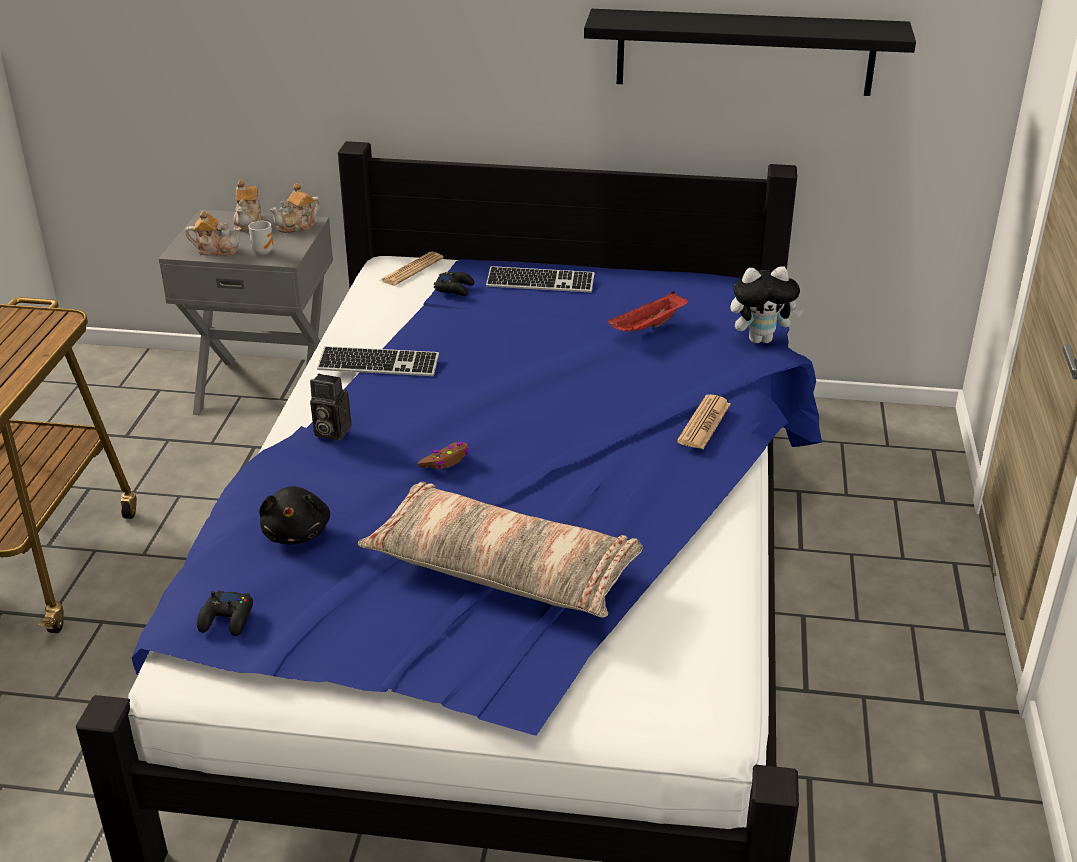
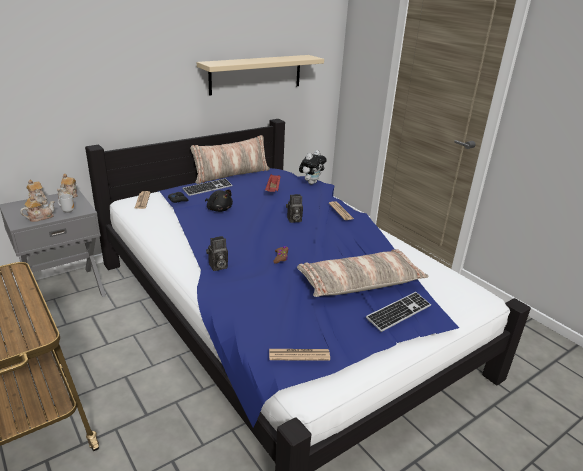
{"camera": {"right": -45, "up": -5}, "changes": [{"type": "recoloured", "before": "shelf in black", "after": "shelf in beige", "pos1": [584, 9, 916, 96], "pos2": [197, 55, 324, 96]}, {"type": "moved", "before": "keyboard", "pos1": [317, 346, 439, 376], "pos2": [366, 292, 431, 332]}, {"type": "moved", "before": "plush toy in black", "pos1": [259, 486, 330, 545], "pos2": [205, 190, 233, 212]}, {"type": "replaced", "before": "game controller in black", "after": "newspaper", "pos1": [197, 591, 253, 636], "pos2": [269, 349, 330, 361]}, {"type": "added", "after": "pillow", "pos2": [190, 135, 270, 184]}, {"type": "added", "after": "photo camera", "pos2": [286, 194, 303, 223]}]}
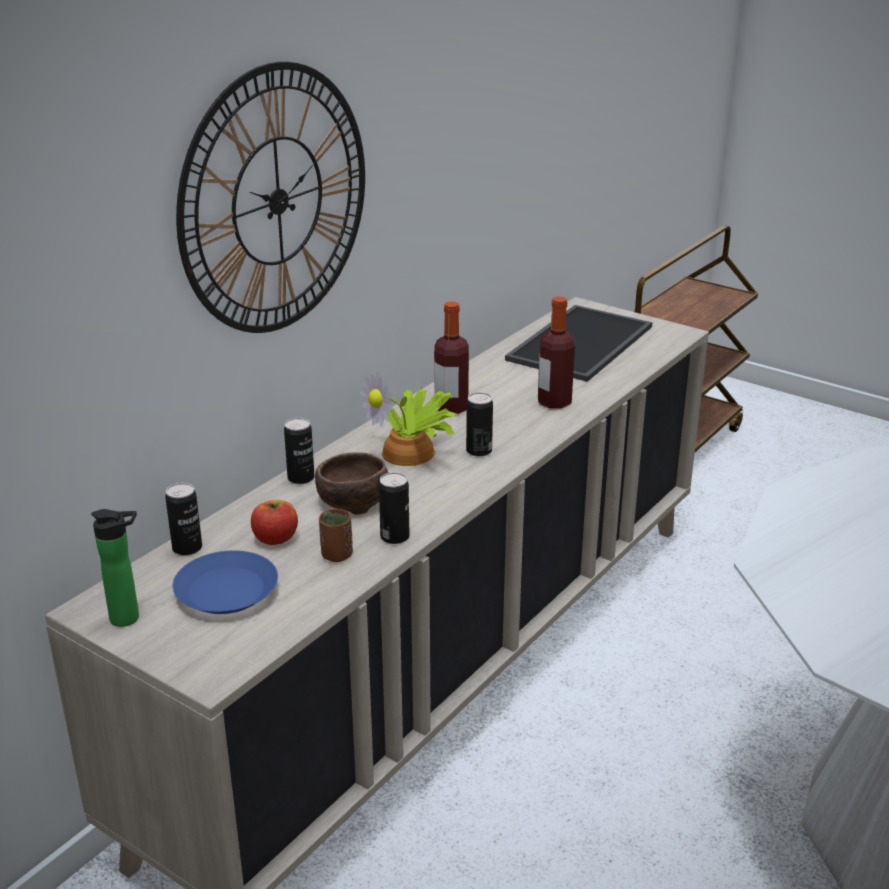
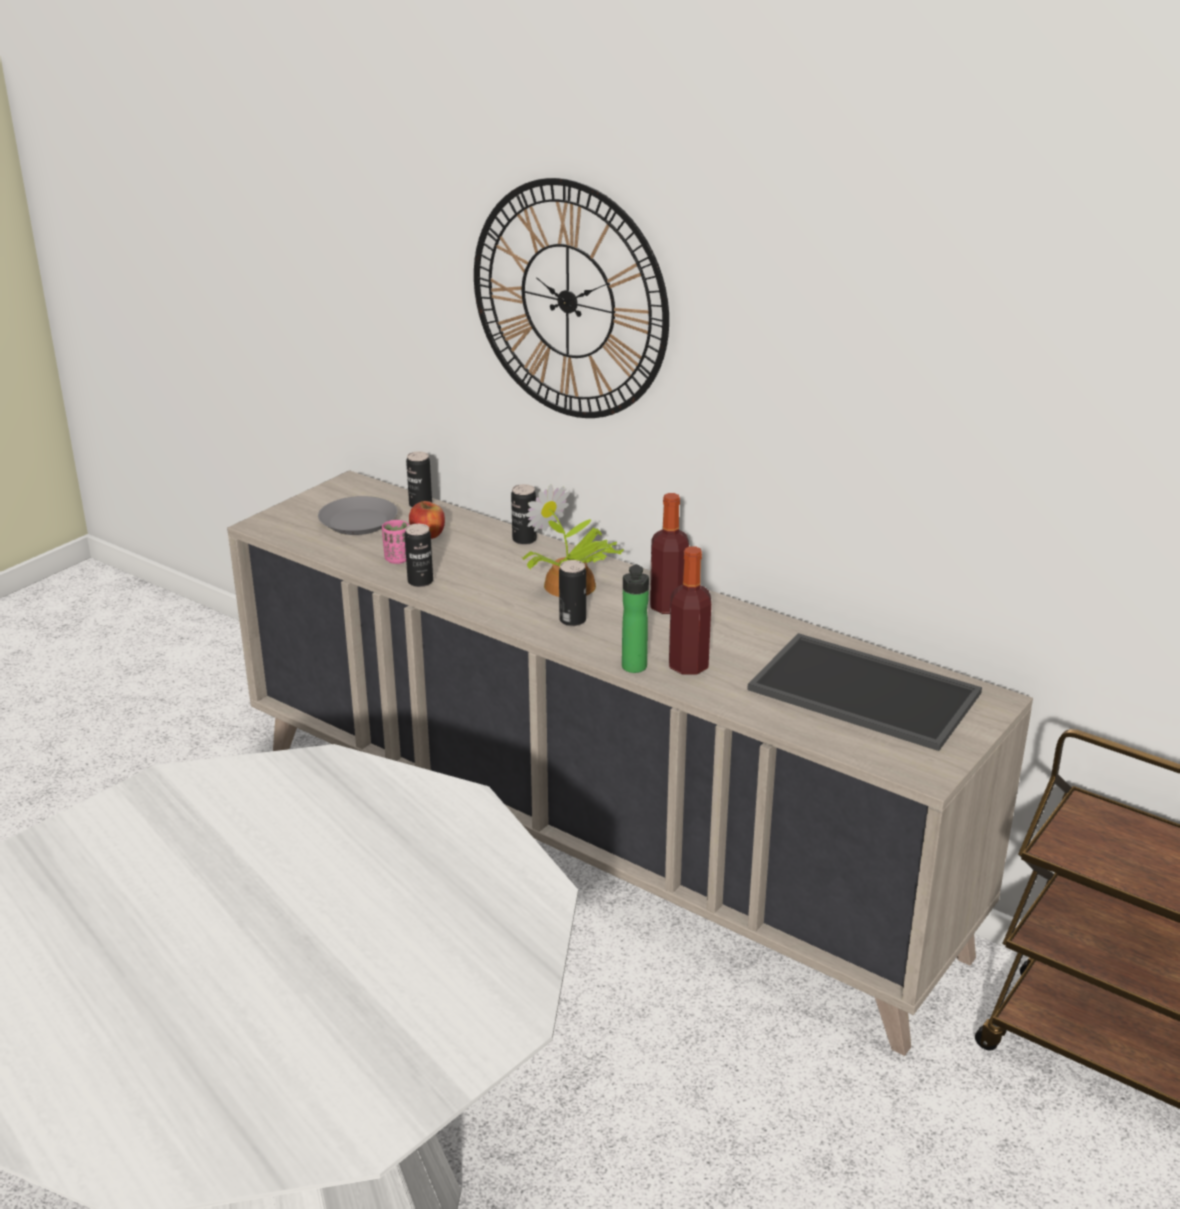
{"camera": {"right": 90, "up": 0}, "changes": [{"type": "removed", "before": "bowl in brown", "pos1": [315, 452, 388, 514]}, {"type": "moved", "before": "bottle", "pos1": [91, 509, 139, 627], "pos2": [622, 564, 649, 673]}, {"type": "recoloured", "before": "cup in brown", "after": "cup in pink", "pos1": [319, 509, 353, 562], "pos2": [382, 520, 409, 564]}, {"type": "recoloured", "before": "plate in blue", "after": "plate in grey", "pos1": [173, 550, 278, 614], "pos2": [318, 496, 398, 535]}]}
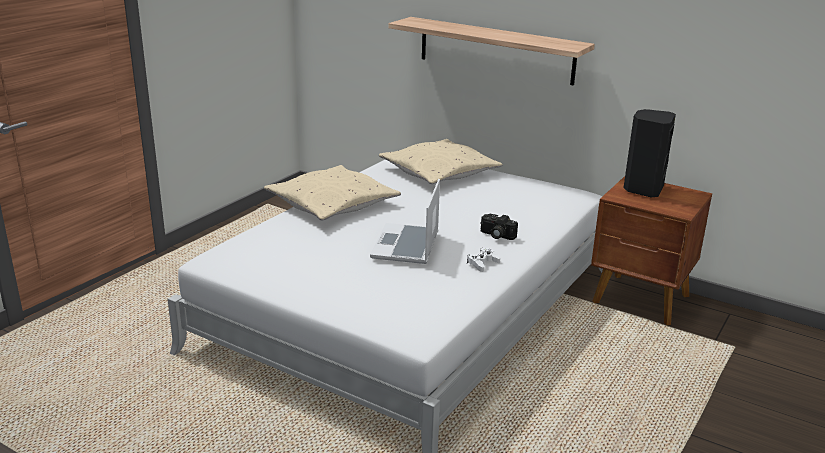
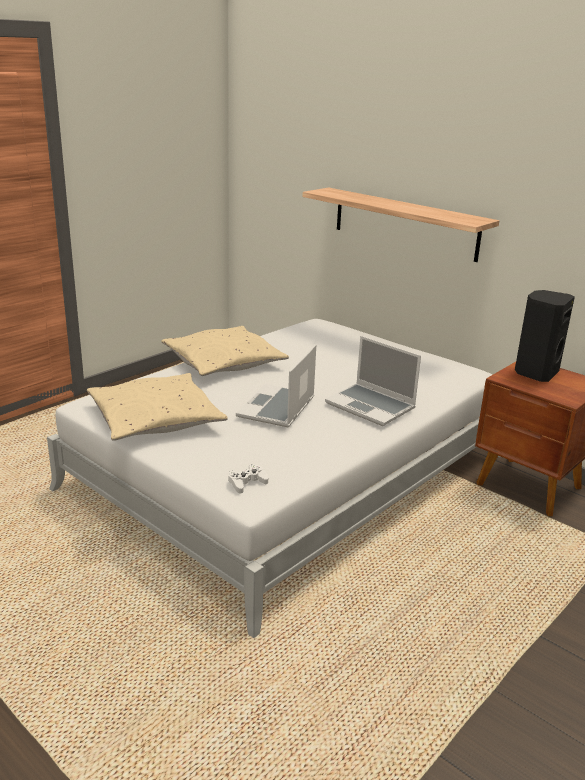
{"camera": {"right": 10, "up": 0}, "changes": [{"type": "moved", "before": "pillow in beige", "pos1": [379, 139, 502, 184], "pos2": [87, 373, 228, 441]}, {"type": "replaced", "before": "photo camera", "after": "laptop", "pos1": [480, 214, 518, 240], "pos2": [325, 336, 421, 426]}, {"type": "moved", "before": "game controller in white", "pos1": [467, 248, 500, 272], "pos2": [229, 464, 268, 494]}]}
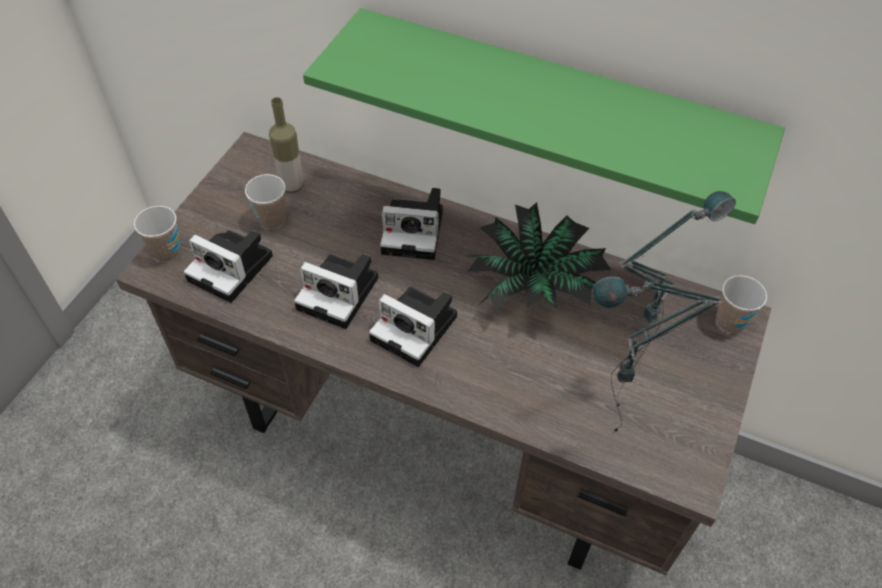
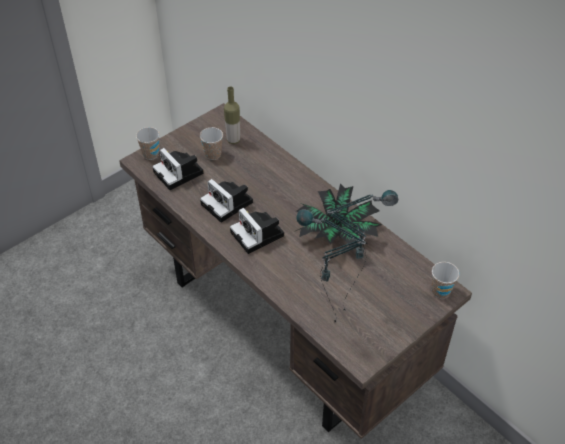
{"camera": {"right": 25, "up": -5}, "changes": [{"type": "removed", "before": "shelf in green", "pos1": [303, 8, 785, 224]}, {"type": "removed", "before": "photo camera", "pos1": [380, 188, 443, 260]}]}
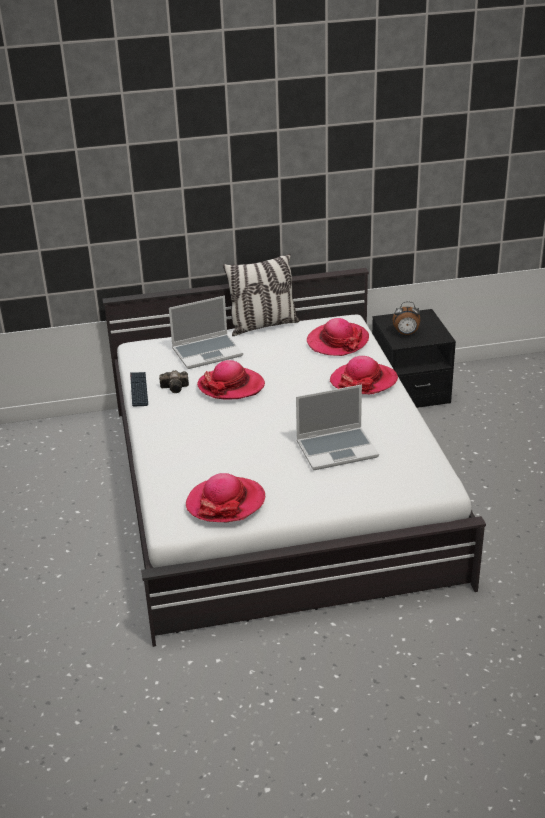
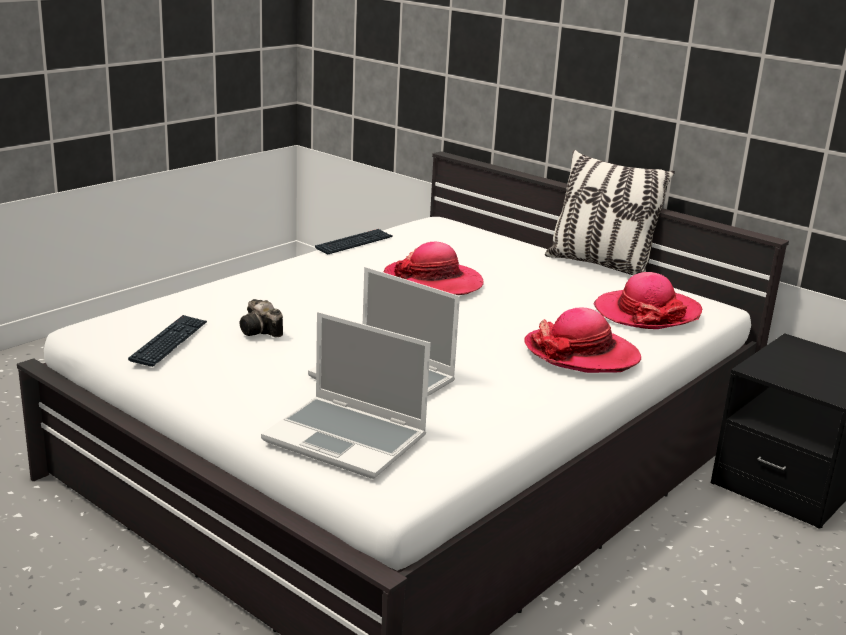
{"camera": {"right": 50, "up": -10}, "changes": [{"type": "moved", "before": "laptop", "pos1": [169, 296, 243, 369], "pos2": [261, 312, 431, 479]}, {"type": "removed", "before": "alarm clock", "pos1": [393, 301, 420, 335]}, {"type": "moved", "before": "photo camera", "pos1": [159, 370, 189, 393], "pos2": [239, 299, 283, 337]}, {"type": "replaced", "before": "hat", "after": "keyboard", "pos1": [186, 473, 265, 522], "pos2": [128, 315, 207, 367]}]}
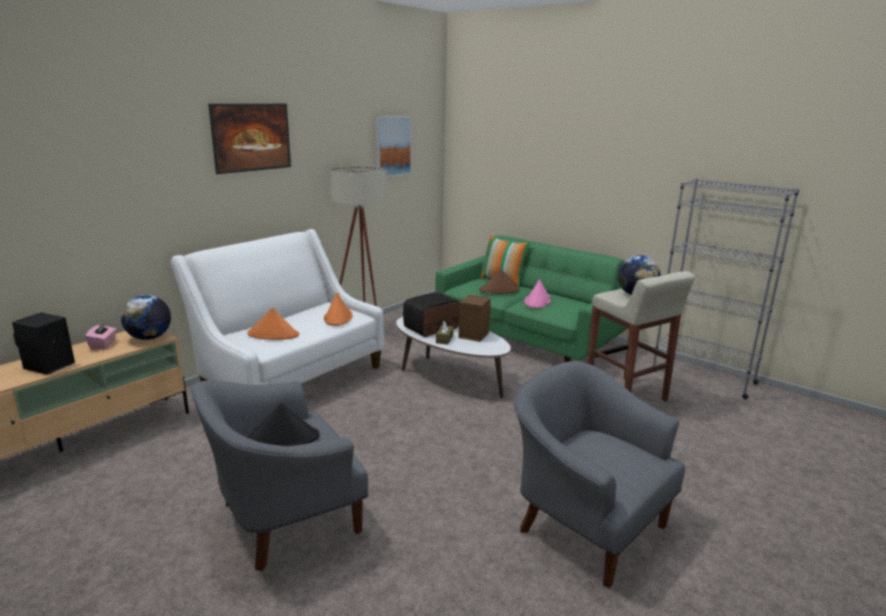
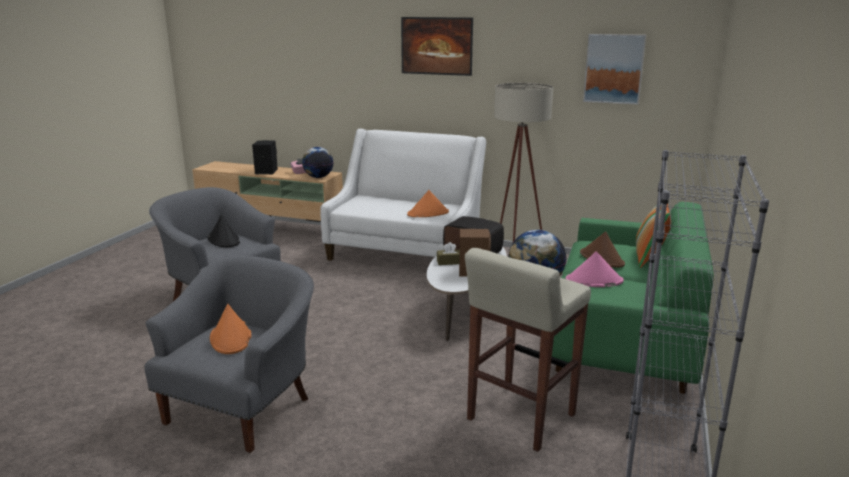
{"camera": {"right": 70, "up": 0}, "changes": [{"type": "moved", "before": "hat in orange", "pos1": [247, 308, 299, 340], "pos2": [210, 304, 251, 354]}]}
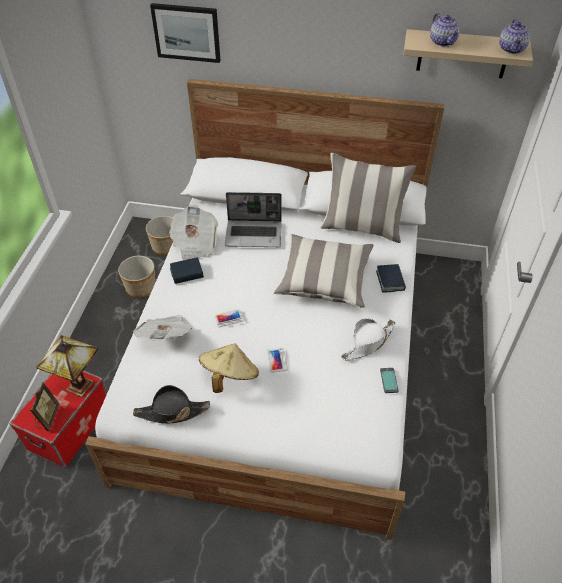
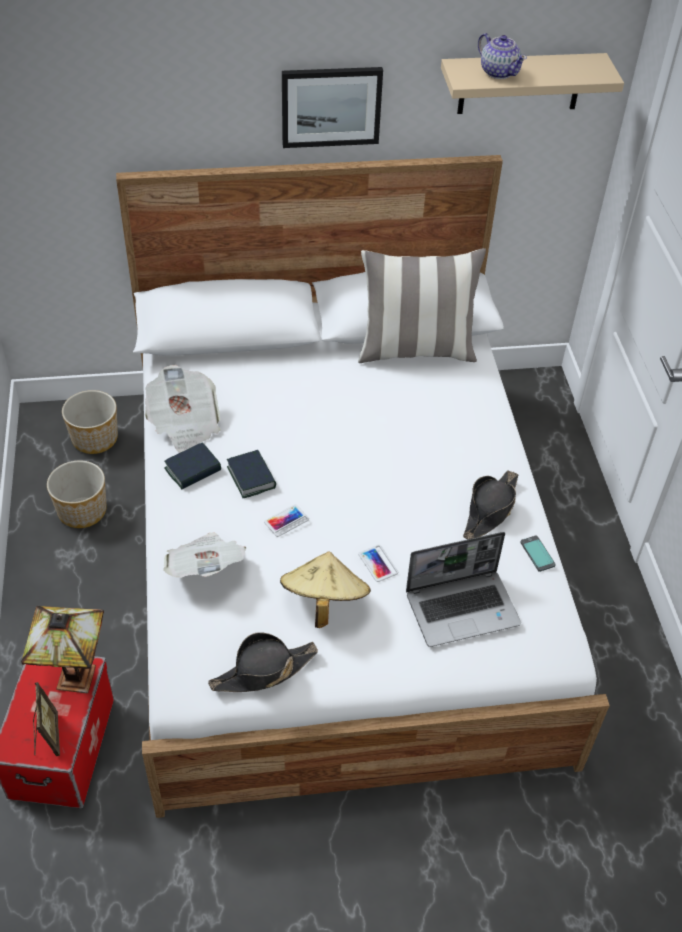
{"camera": {"right": -20, "up": 0}, "changes": [{"type": "moved", "before": "picture", "pos1": [150, 3, 220, 63], "pos2": [282, 67, 383, 148]}, {"type": "removed", "before": "teapot", "pos1": [499, 19, 530, 54]}, {"type": "moved", "before": "laptop", "pos1": [225, 192, 282, 247], "pos2": [406, 532, 521, 647]}, {"type": "removed", "before": "pillow", "pos1": [273, 234, 374, 308]}, {"type": "moved", "before": "book", "pos1": [376, 264, 406, 293], "pos2": [227, 450, 276, 498]}, {"type": "recoloured", "before": "hat in white", "after": "hat in black", "pos1": [341, 319, 396, 360], "pos2": [463, 470, 519, 539]}]}
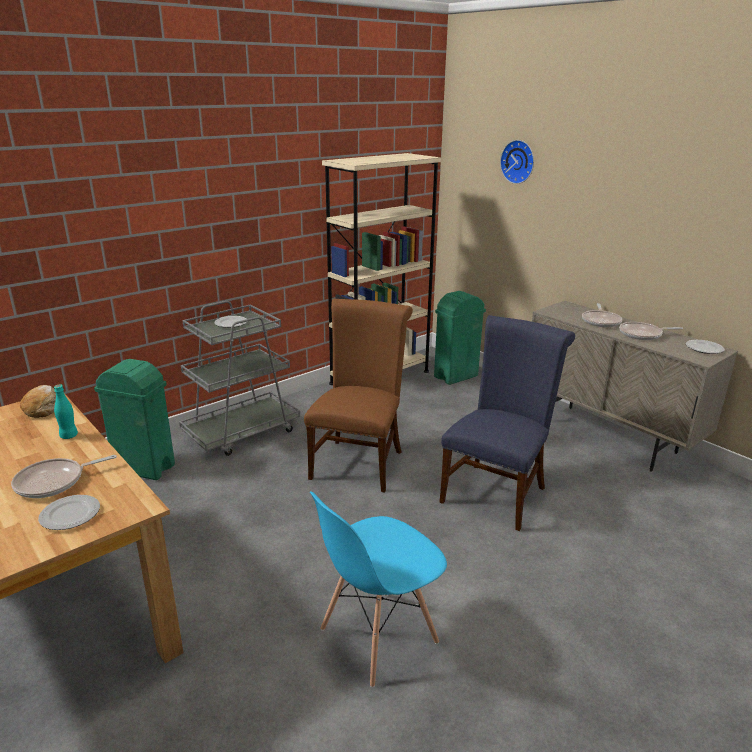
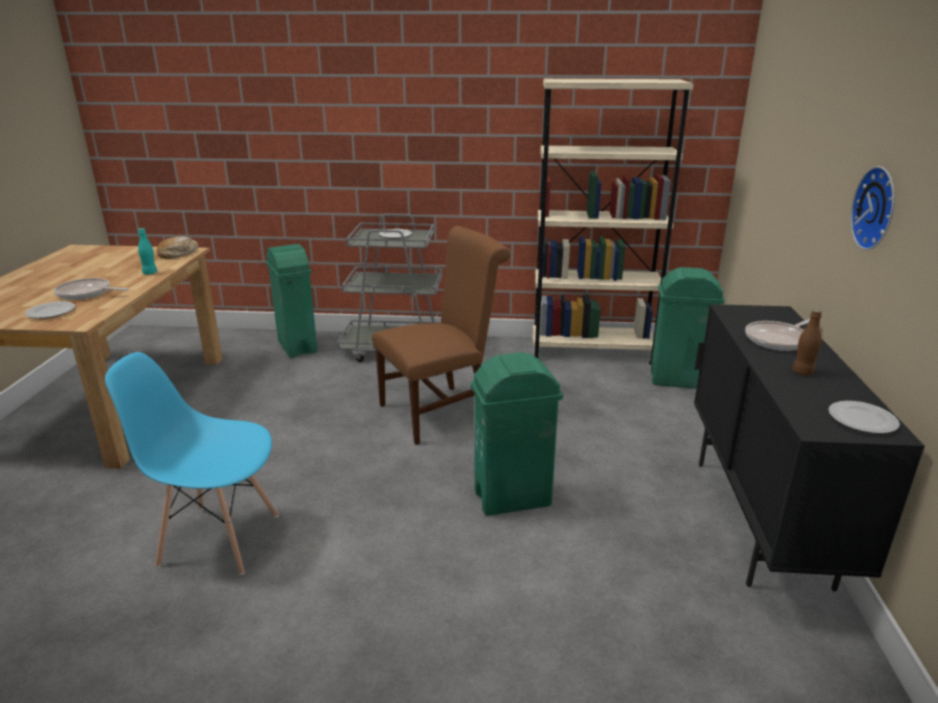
{"camera": {"right": 45, "up": 0}, "changes": [{"type": "moved", "before": "wall clock", "pos1": [500, 140, 534, 184], "pos2": [850, 166, 895, 250]}, {"type": "recoloured", "before": "cabinet in beige", "after": "cabinet in black", "pos1": [532, 301, 738, 471], "pos2": [694, 304, 925, 592]}, {"type": "replaced", "before": "chair in blue", "after": "trash can in green", "pos1": [439, 315, 575, 531], "pos2": [471, 352, 563, 516]}, {"type": "replaced", "before": "frying pan", "after": "bottle in brown", "pos1": [619, 322, 683, 340], "pos2": [792, 309, 822, 375]}]}
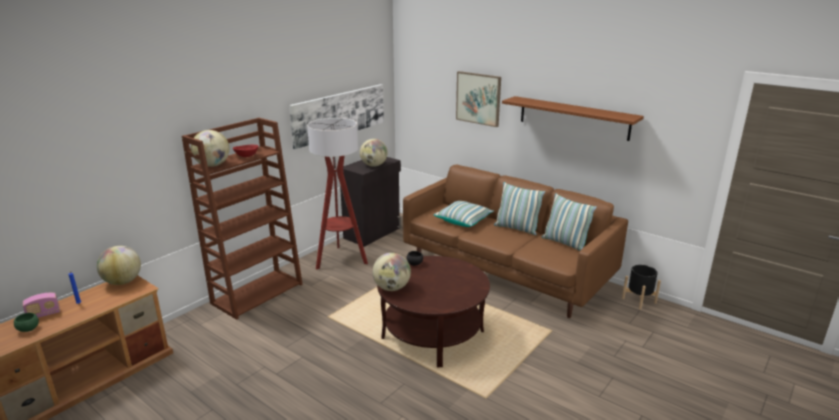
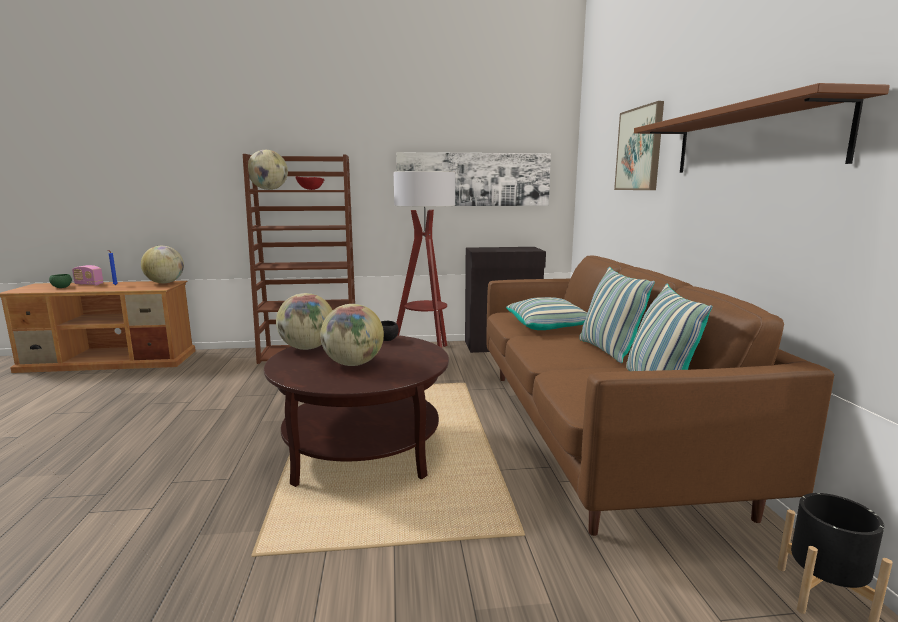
{"camera": {"right": 45, "up": -10}, "changes": [{"type": "moved", "before": "globe", "pos1": [360, 139, 388, 167], "pos2": [320, 304, 384, 366]}]}
